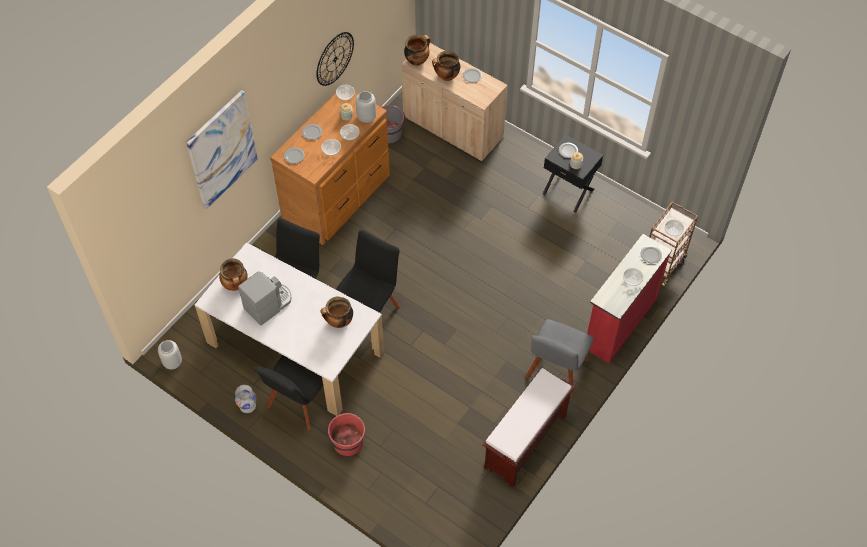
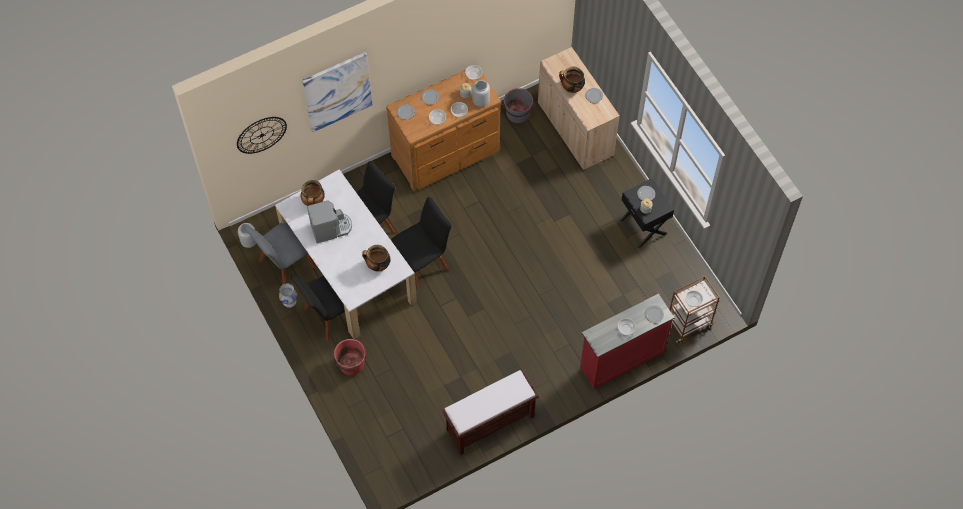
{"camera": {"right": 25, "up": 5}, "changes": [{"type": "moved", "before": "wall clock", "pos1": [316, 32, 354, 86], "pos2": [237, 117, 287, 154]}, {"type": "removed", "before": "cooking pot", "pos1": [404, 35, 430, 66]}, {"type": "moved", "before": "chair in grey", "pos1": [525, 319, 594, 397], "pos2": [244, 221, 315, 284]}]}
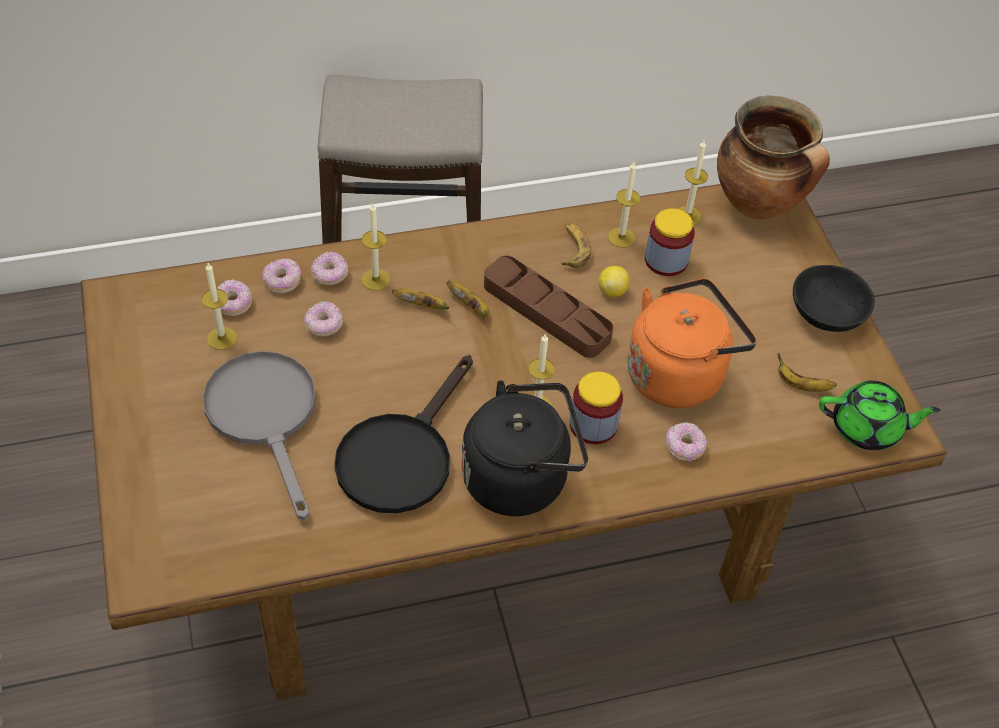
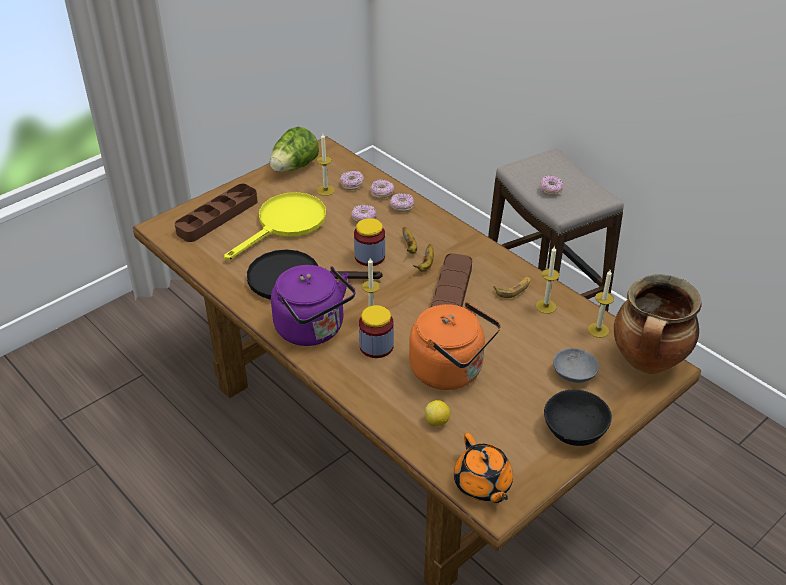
{"camera": {"right": 65, "up": -10}, "changes": [{"type": "removed", "before": "candle", "pos1": [362, 204, 390, 291]}, {"type": "moved", "before": "jar", "pos1": [645, 209, 695, 276], "pos2": [354, 218, 385, 266]}, {"type": "moved", "before": "lemon", "pos1": [599, 266, 630, 297], "pos2": [425, 400, 450, 426]}, {"type": "recoloured", "before": "frying pan in grey", "after": "frying pan in yellow", "pos1": [202, 351, 316, 520], "pos2": [224, 192, 326, 260]}, {"type": "removed", "before": "banana", "pos1": [778, 353, 837, 392]}, {"type": "recoloured", "before": "kettle in black", "after": "kettle in purple", "pos1": [461, 380, 588, 516], "pos2": [271, 265, 356, 346]}, {"type": "recoloured", "before": "teapot in green", "after": "teapot in orange", "pos1": [819, 381, 940, 450], "pos2": [454, 433, 513, 503]}, {"type": "moved", "before": "donut", "pos1": [666, 422, 707, 462], "pos2": [540, 176, 564, 195]}, {"type": "added", "after": "lettuce", "pos2": [270, 127, 319, 172]}, {"type": "added", "after": "tray in brown", "pos2": [175, 184, 258, 242]}, {"type": "added", "after": "bowl in grey", "pos2": [553, 348, 599, 383]}]}
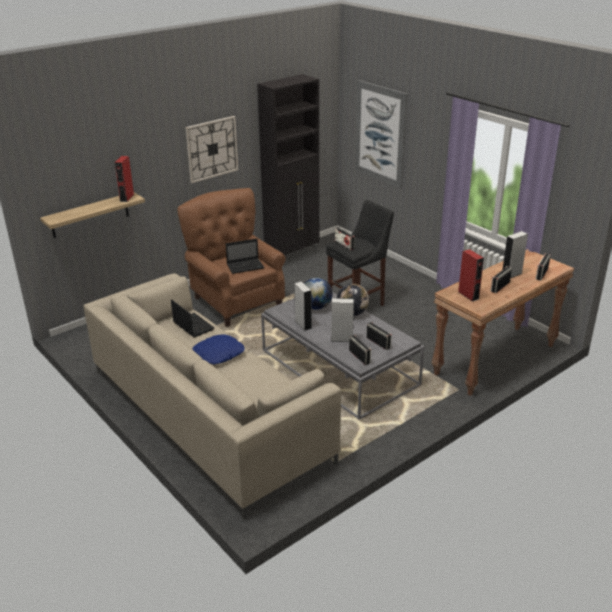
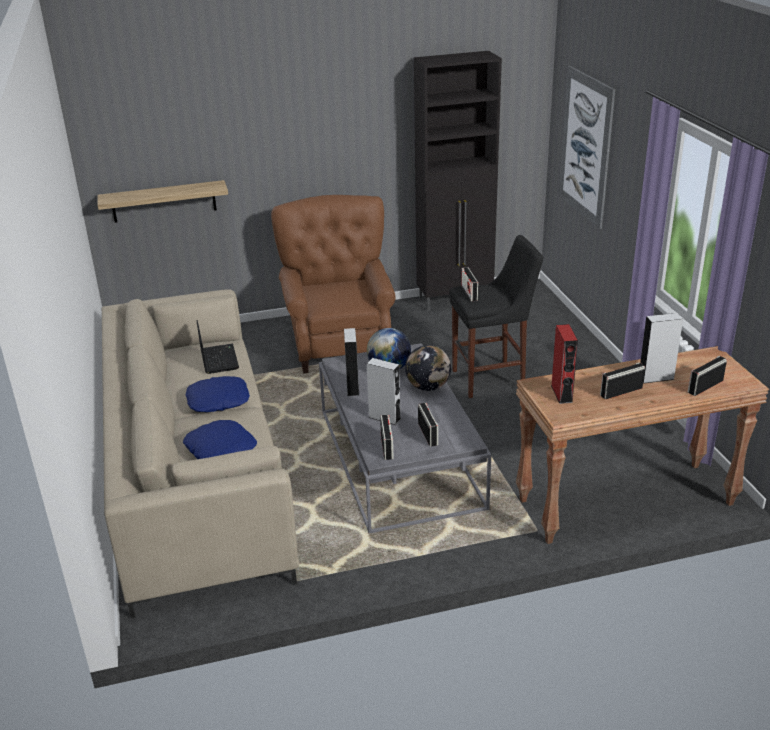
{"camera": {"right": 25, "up": 0}, "changes": [{"type": "removed", "before": "wall clock", "pos1": [185, 116, 238, 183]}, {"type": "removed", "before": "speaker in red", "pos1": [114, 156, 134, 202]}, {"type": "removed", "before": "laptop", "pos1": [226, 239, 264, 274]}, {"type": "added", "after": "pillow in blue", "pos2": [183, 420, 257, 459]}]}
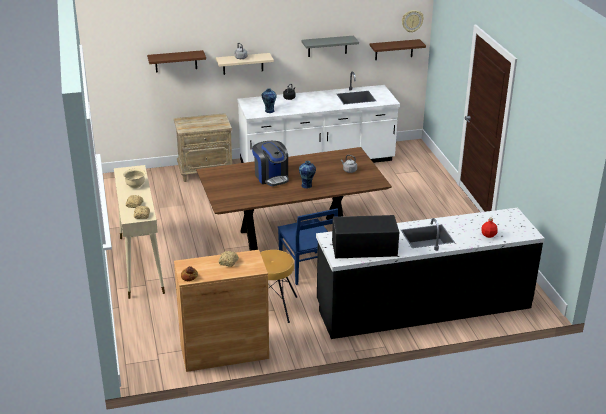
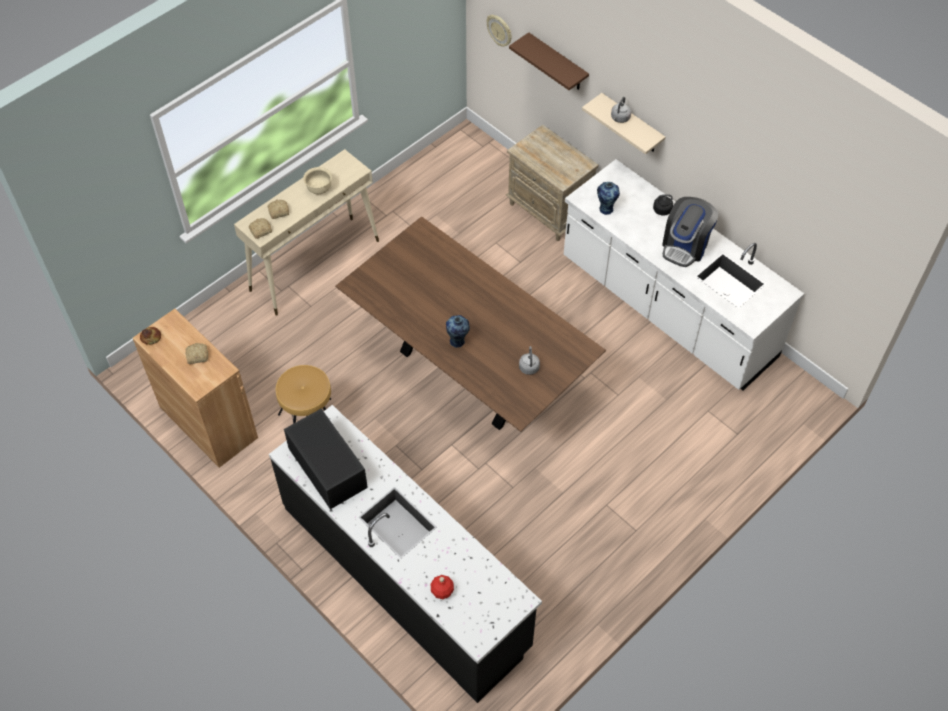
{"camera": {"right": 60, "up": 25}, "changes": [{"type": "moved", "before": "wall clock", "pos1": [402, 10, 424, 33], "pos2": [487, 15, 512, 47]}, {"type": "removed", "before": "shelf in grey", "pos1": [302, 36, 359, 57]}, {"type": "removed", "before": "shelf in brown", "pos1": [369, 39, 426, 60]}, {"type": "moved", "before": "coffee machine", "pos1": [252, 141, 289, 186], "pos2": [662, 197, 718, 267]}, {"type": "removed", "before": "chair in blue", "pos1": [278, 208, 338, 285]}]}
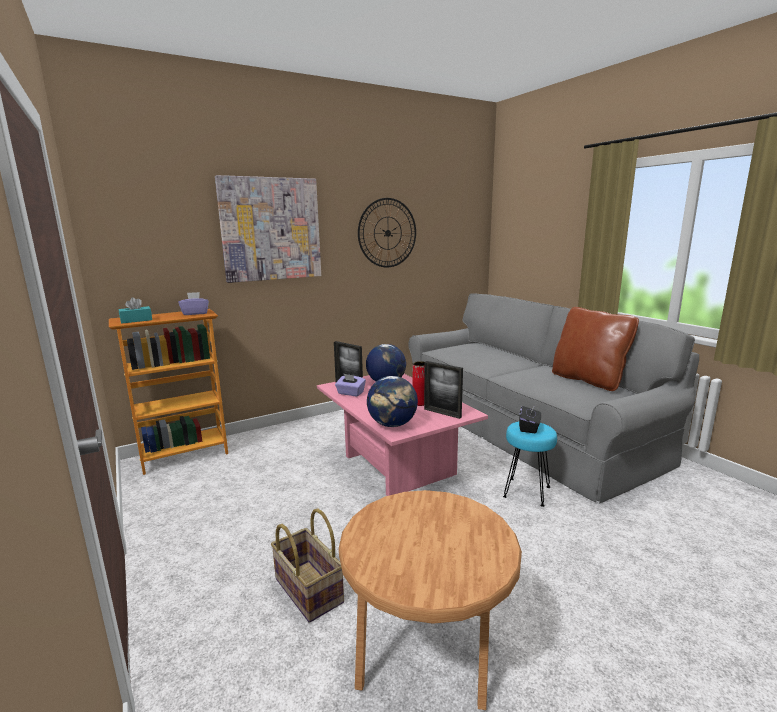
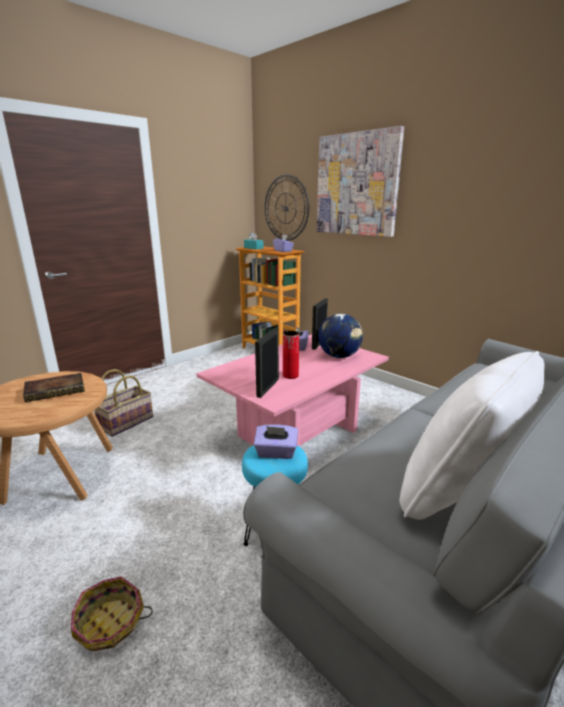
{"camera": {"right": 75, "up": 5}, "changes": [{"type": "moved", "before": "wall clock", "pos1": [358, 198, 416, 267], "pos2": [264, 174, 309, 241]}, {"type": "recoloured", "before": "pillow in brown", "after": "pillow in white", "pos1": [552, 307, 639, 391], "pos2": [399, 351, 545, 520]}, {"type": "removed", "before": "globe", "pos1": [367, 376, 418, 427]}, {"type": "recoloured", "before": "tissue box in black", "after": "tissue box in purple", "pos1": [519, 405, 541, 433], "pos2": [254, 424, 298, 459]}, {"type": "added", "after": "book", "pos2": [23, 373, 85, 402]}, {"type": "added", "after": "basket", "pos2": [71, 576, 153, 651]}]}
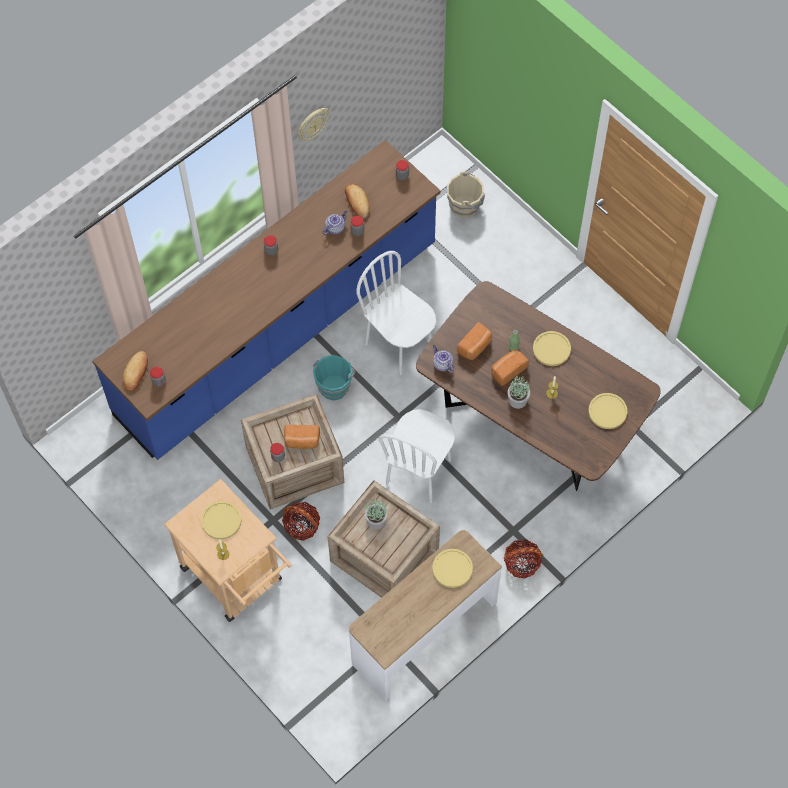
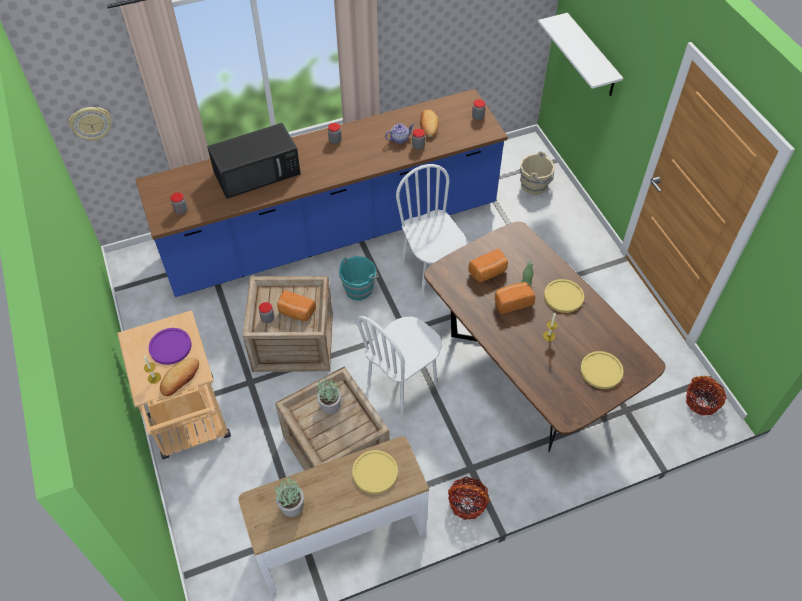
{"camera": {"right": 20, "up": -10}, "changes": [{"type": "moved", "before": "wall clock", "pos1": [298, 108, 329, 141], "pos2": [68, 107, 111, 141]}, {"type": "removed", "before": "teapot", "pos1": [433, 345, 454, 373]}, {"type": "moved", "before": "bread", "pos1": [123, 351, 148, 392], "pos2": [160, 358, 199, 396]}, {"type": "moved", "before": "potted plant", "pos1": [507, 375, 530, 409], "pos2": [275, 476, 304, 517]}, {"type": "recoloured", "before": "plate in yellow", "after": "plate in purple", "pos1": [201, 501, 241, 539], "pos2": [149, 328, 191, 365]}, {"type": "moved", "before": "basket", "pos1": [282, 502, 320, 541], "pos2": [686, 376, 727, 416]}, {"type": "added", "after": "shelf in white", "pos2": [538, 13, 623, 96]}, {"type": "added", "after": "microwave in black", "pos2": [207, 123, 301, 199]}]}
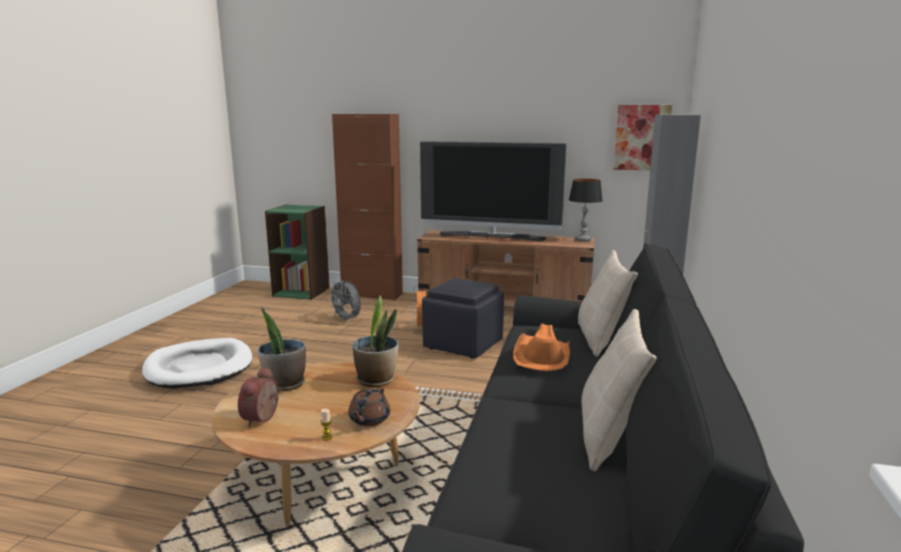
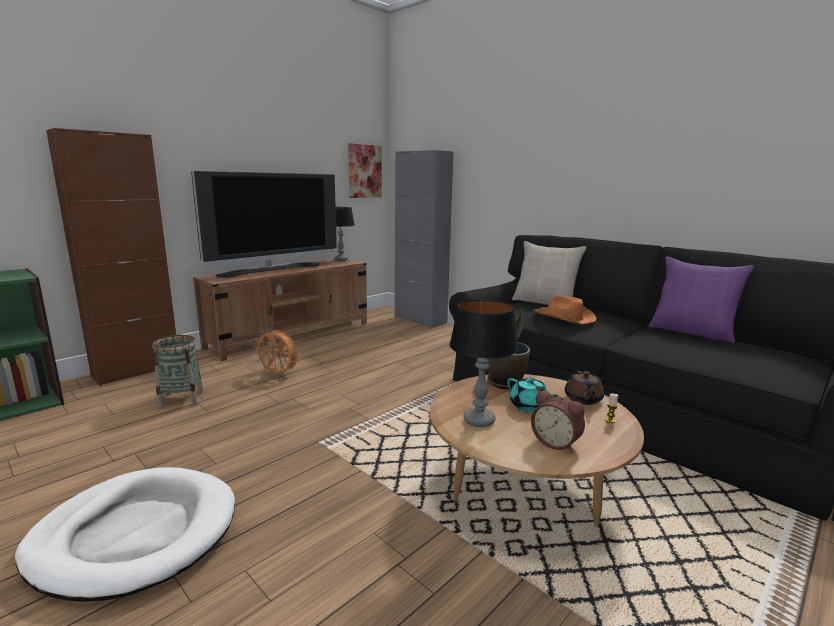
{"camera": {"right": -60, "up": 0}, "changes": [{"type": "removed", "before": "ottoman in black", "pos1": [422, 278, 504, 359]}, {"type": "replaced", "before": "fan in grey", "after": "basket", "pos1": [329, 279, 361, 322], "pos2": [152, 335, 203, 409]}, {"type": "replaced", "before": "potted plant", "after": "table lamp", "pos1": [258, 306, 306, 391], "pos2": [450, 300, 518, 427]}, {"type": "recoloured", "before": "pillow in beige", "after": "pillow in purple", "pos1": [581, 309, 657, 471], "pos2": [648, 256, 754, 343]}, {"type": "turned", "before": "teapot in brown", "pos1": [348, 387, 390, 426], "pos2": [565, 371, 604, 405], "turn": 45}, {"type": "added", "after": "teapot in turquoise", "pos2": [507, 377, 559, 412]}]}
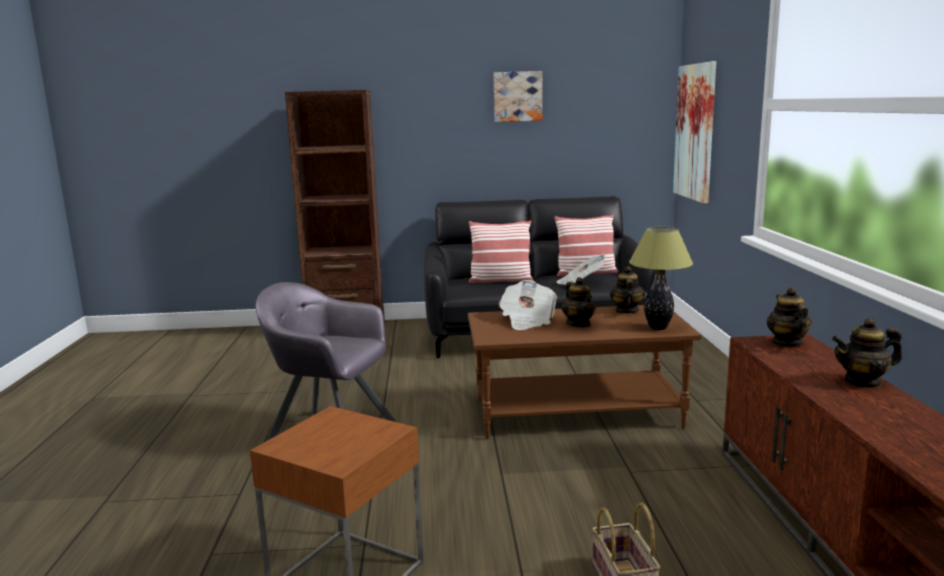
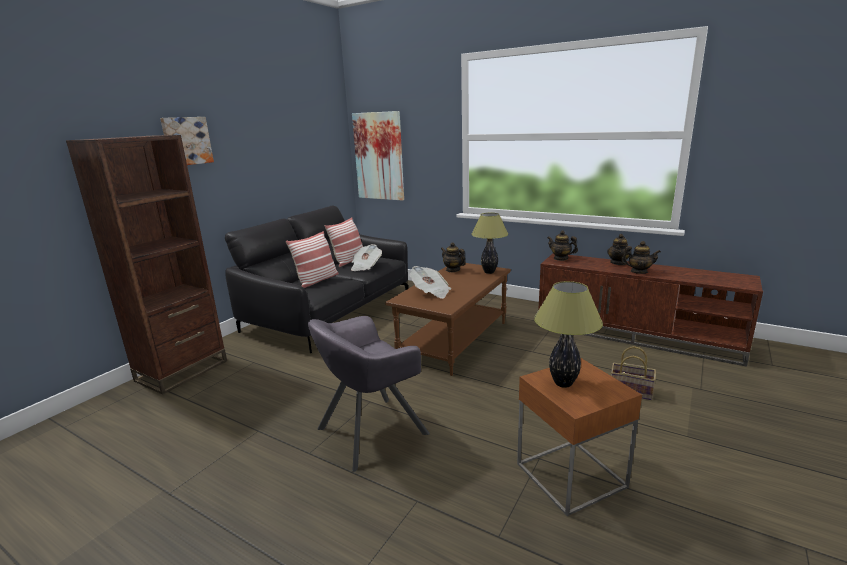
{"camera": {"right": -55, "up": 5}, "changes": [{"type": "moved", "before": "picture", "pos1": [494, 71, 542, 122], "pos2": [160, 117, 214, 165]}, {"type": "moved", "before": "teapot", "pos1": [562, 277, 596, 327], "pos2": [621, 241, 661, 274]}, {"type": "added", "after": "table lamp", "pos2": [534, 281, 603, 388]}]}
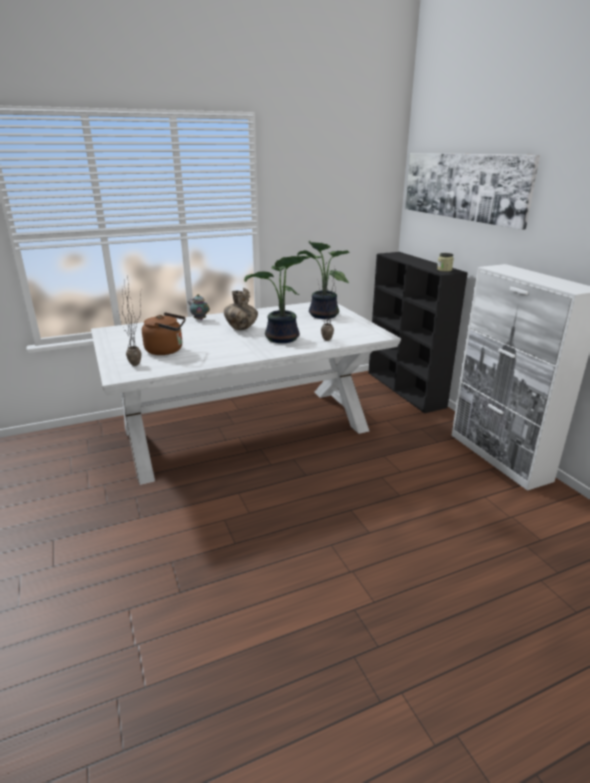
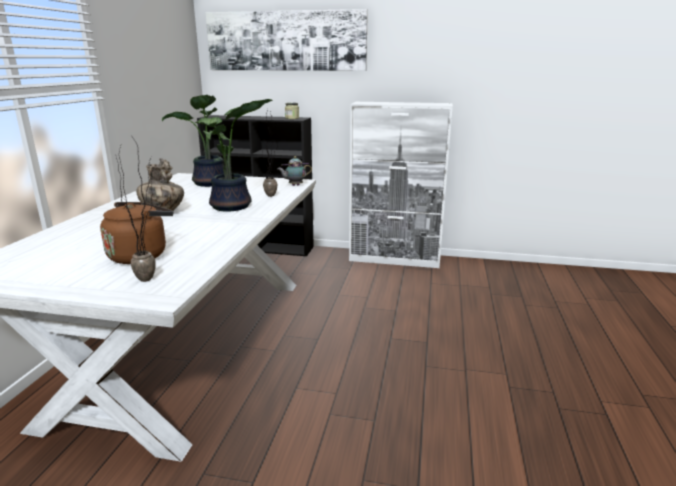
{"camera": {"right": -55, "up": -5}, "changes": [{"type": "moved", "before": "teapot", "pos1": [188, 294, 210, 320], "pos2": [278, 156, 312, 186]}]}
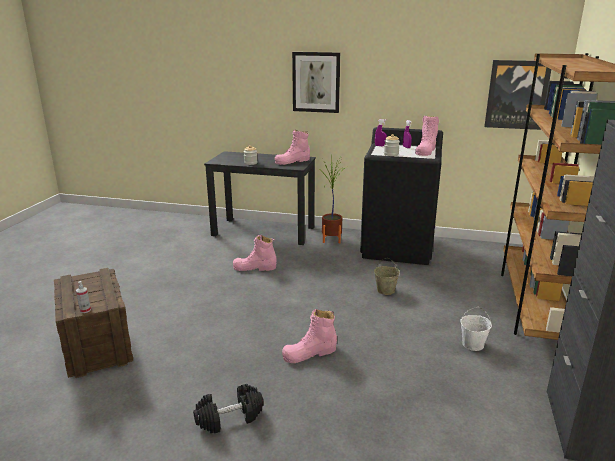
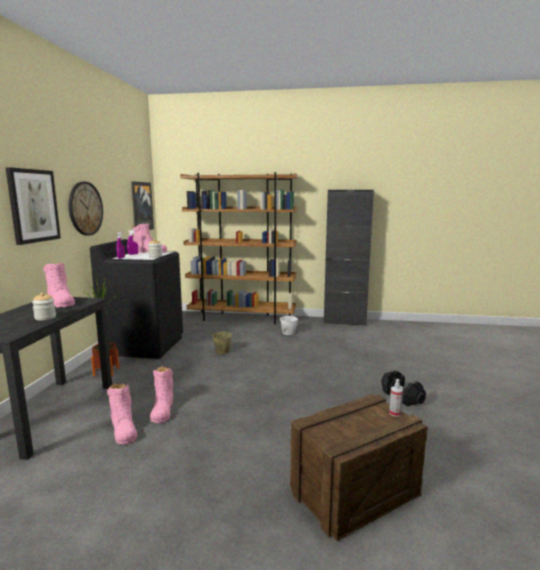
{"camera": {"right": -95, "up": -10}, "changes": [{"type": "moved", "before": "boot in pink", "pos1": [282, 309, 337, 363], "pos2": [107, 383, 137, 445]}, {"type": "added", "after": "wall clock", "pos2": [69, 182, 103, 236]}]}
